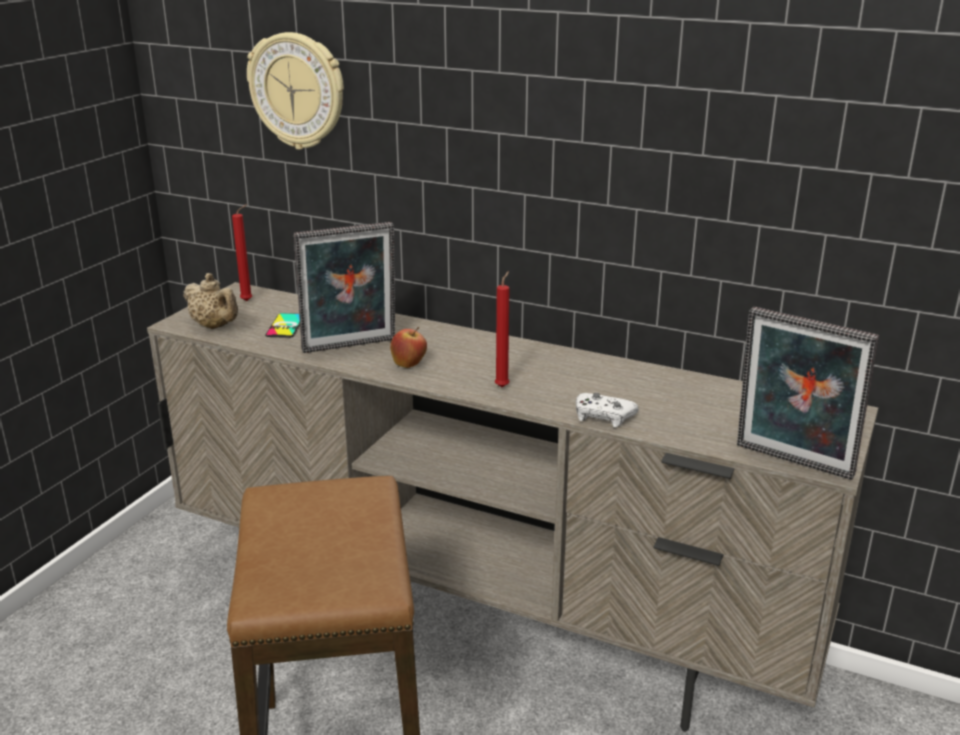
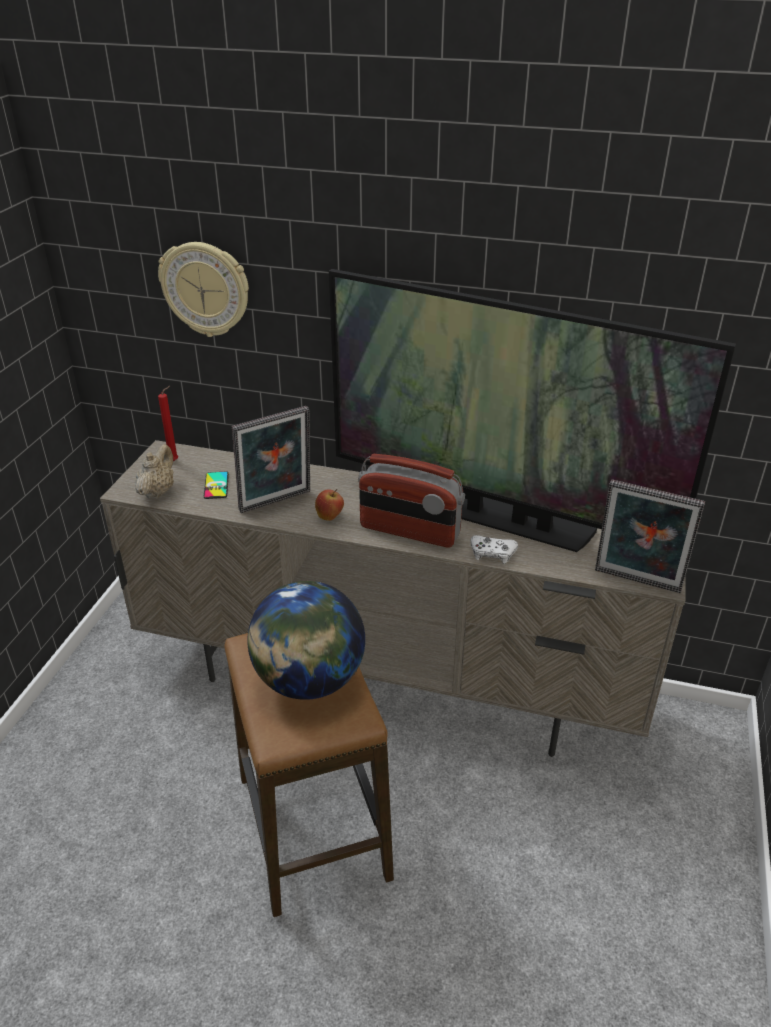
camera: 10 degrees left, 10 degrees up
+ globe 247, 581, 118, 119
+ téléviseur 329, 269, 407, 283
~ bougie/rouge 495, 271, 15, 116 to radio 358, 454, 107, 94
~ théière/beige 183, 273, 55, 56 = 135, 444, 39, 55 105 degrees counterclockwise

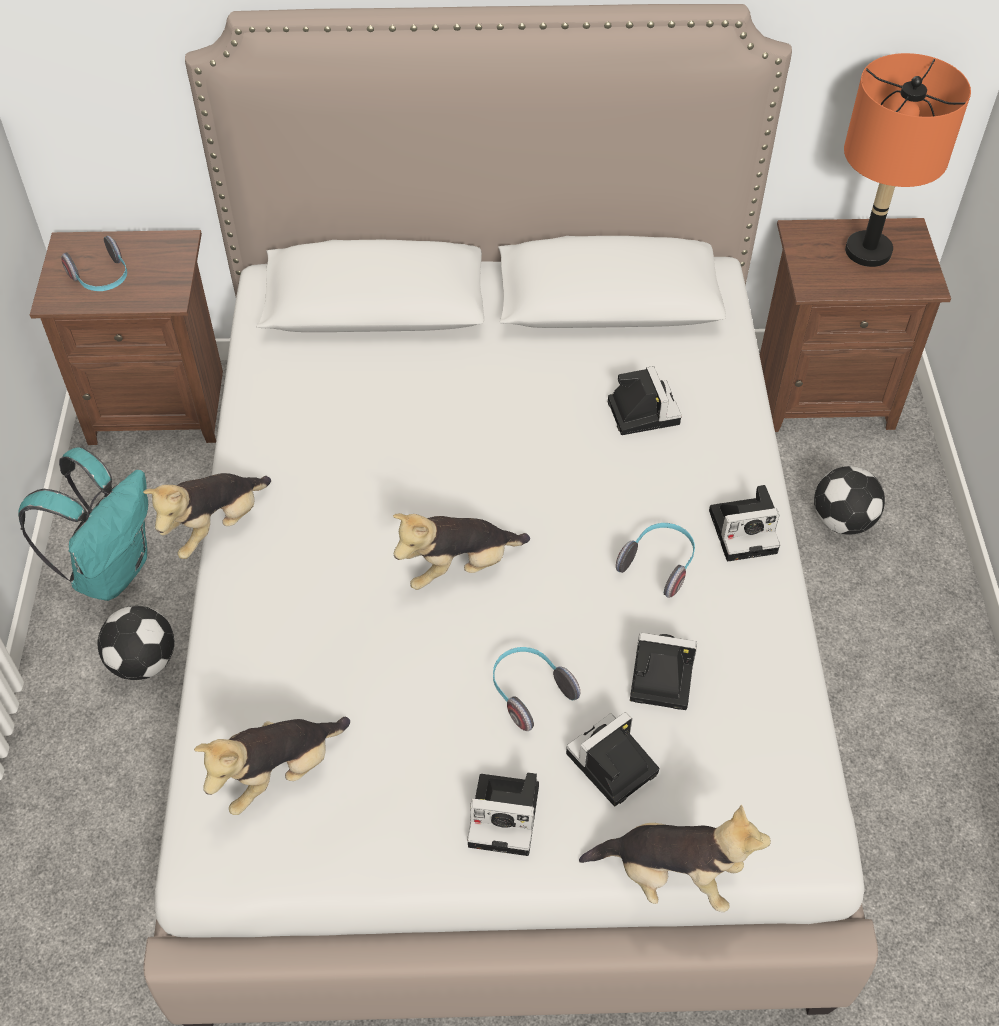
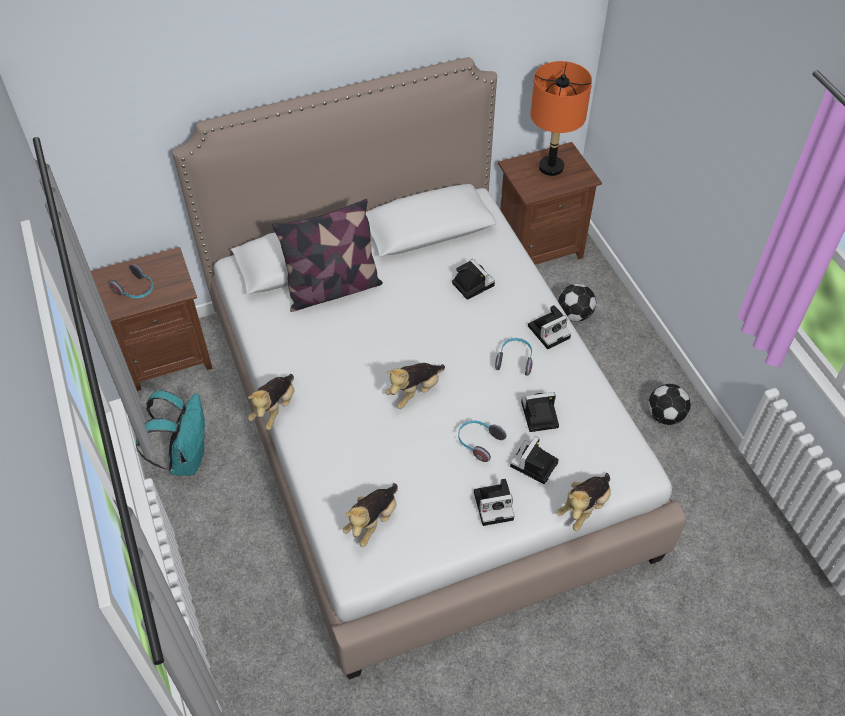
camera: 20 degrees left, 0 degrees up
+ coussin 272, 199, 111, 113
~ ballon de foot 97, 606, 78, 74 to 648, 384, 43, 41
~ peluche 579, 805, 192, 107 = 556, 473, 55, 58 135 degrees clockwise

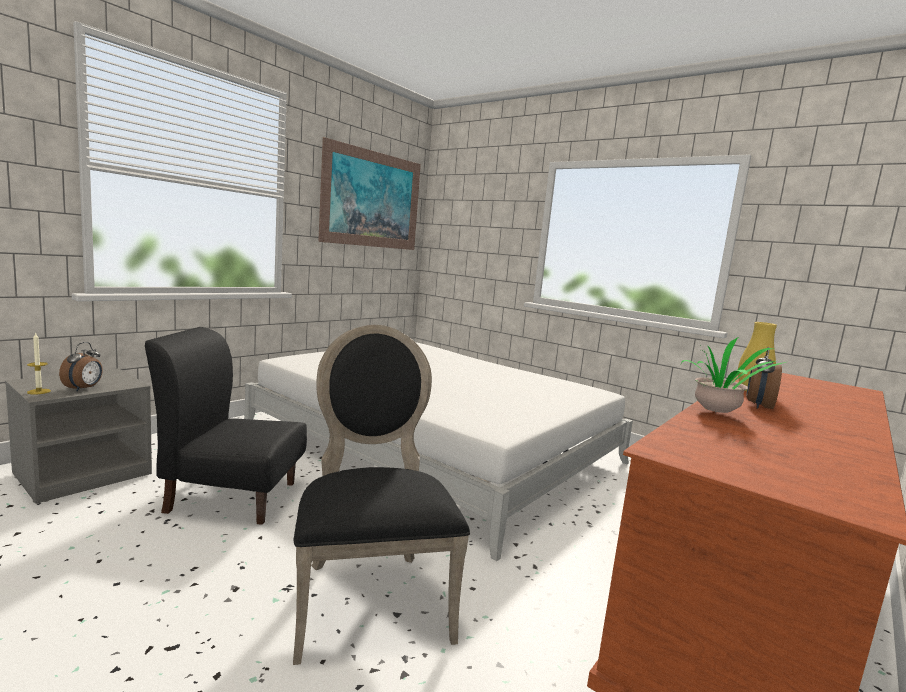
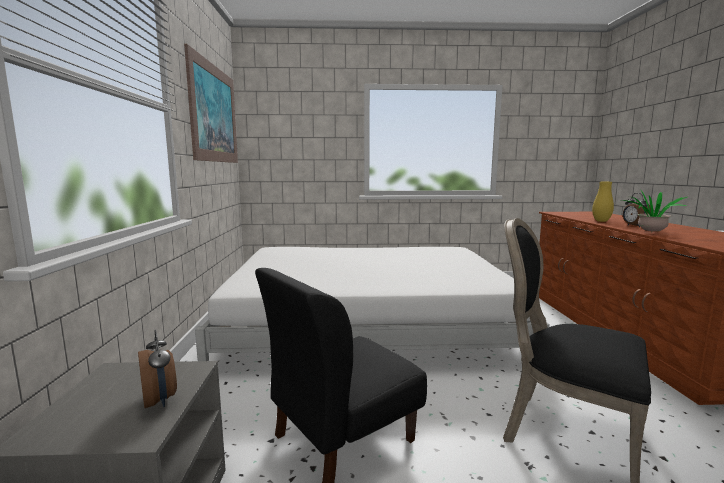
camera: 40 degrees left, 0 degrees up
- bougie 27, 332, 24, 62

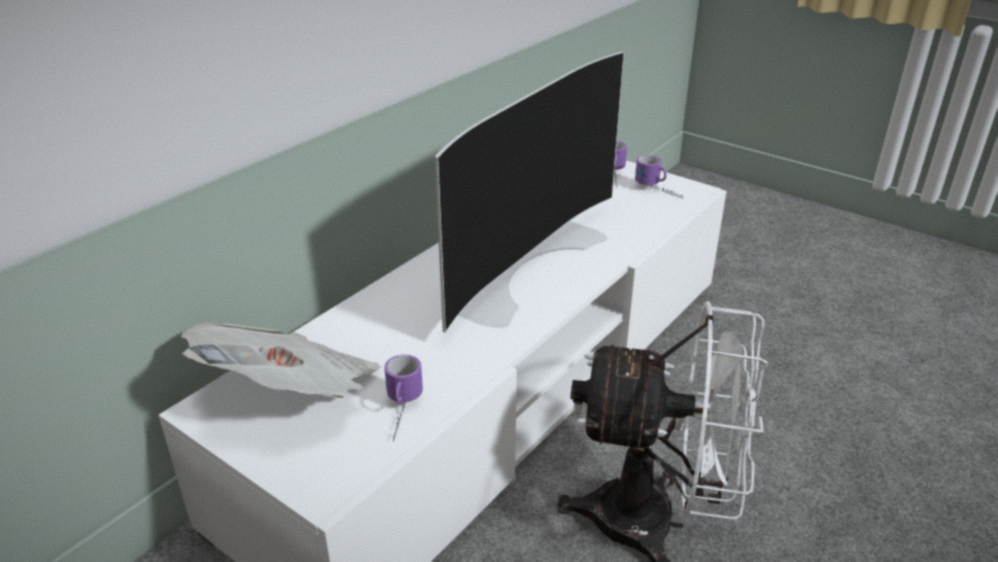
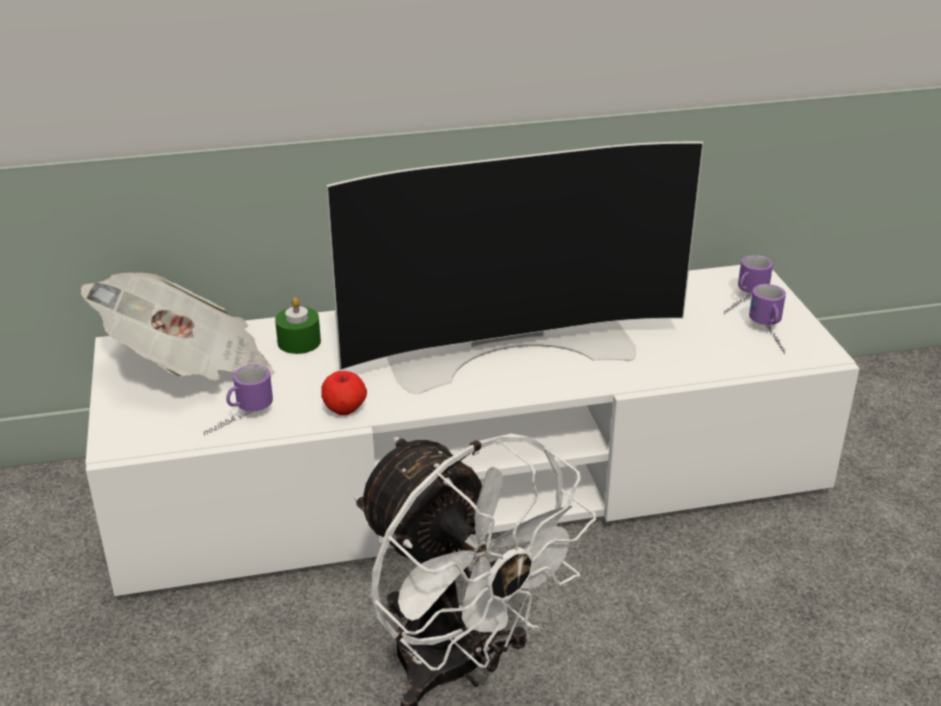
camera: 40 degrees right, 0 degrees up
+ bougie/vert 275, 297, 46, 57
+ pomme 322, 371, 45, 44

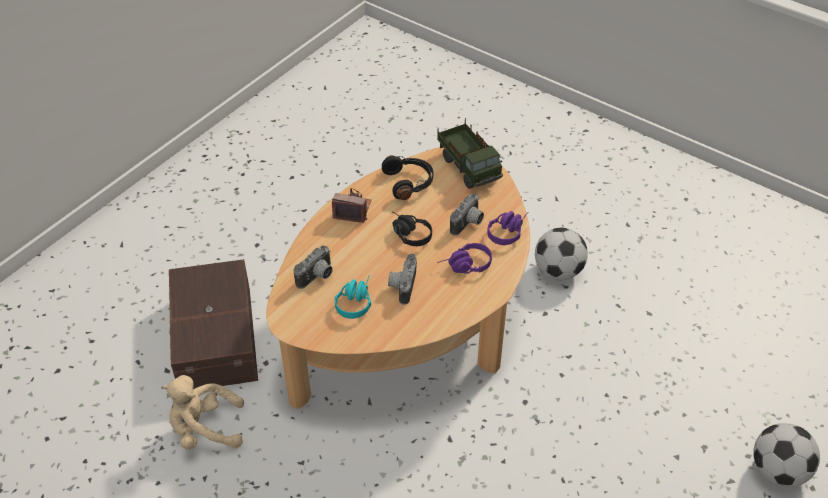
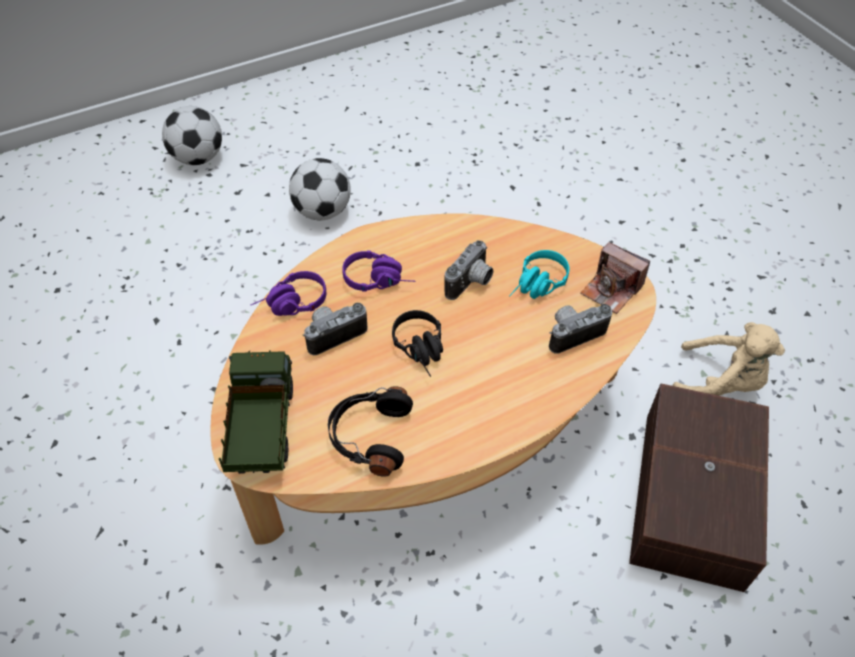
camera: 155 degrees left, 5 degrees up
~ appareil photo 332, 188, 40, 35 to 580, 242, 70, 72
~ ballon de foot 535, 228, 53, 52 to 289, 158, 62, 63

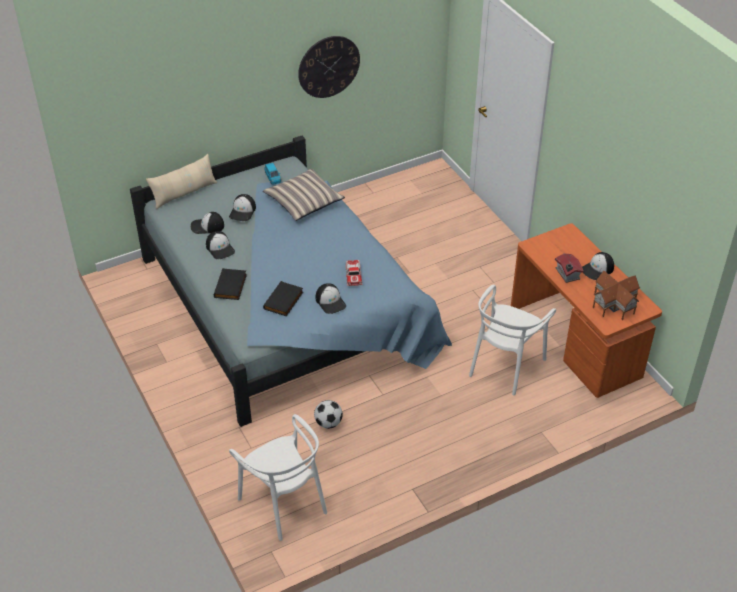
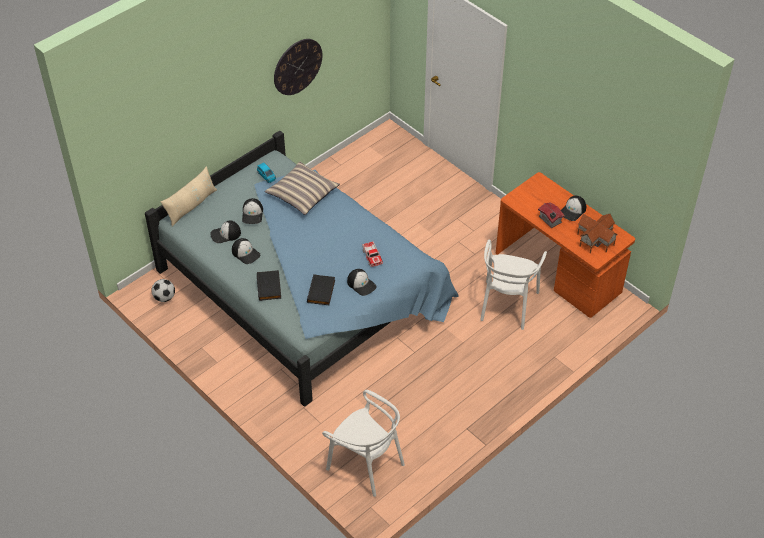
camera: 15 degrees left, 5 degrees up
~ ballon de foot 314, 400, 29, 29 to 152, 279, 23, 23

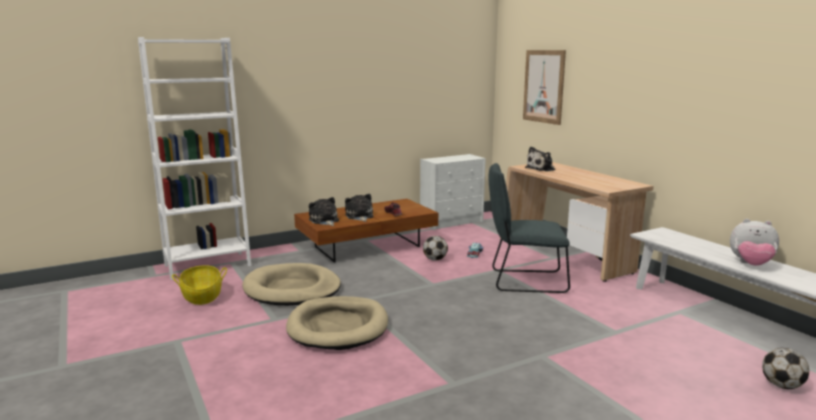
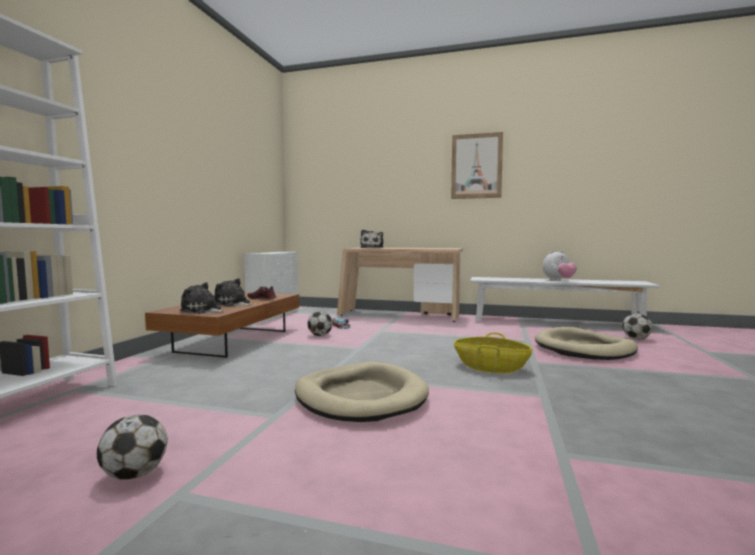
camera: 45 degrees left, 10 degrees down
- chaise/gris 489, 163, 81, 130
+ ballon de foot 97, 414, 71, 66
~ panier 172, 265, 55, 40 to 454, 332, 78, 42
~ panier pour chien/beige 242, 263, 99, 43 to 535, 327, 103, 33
~ tableau 523, 50, 43, 75 to 451, 132, 52, 67

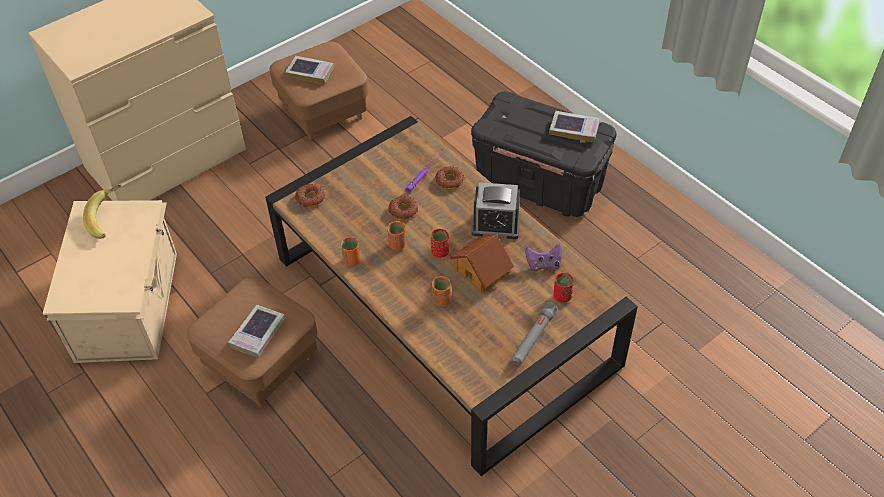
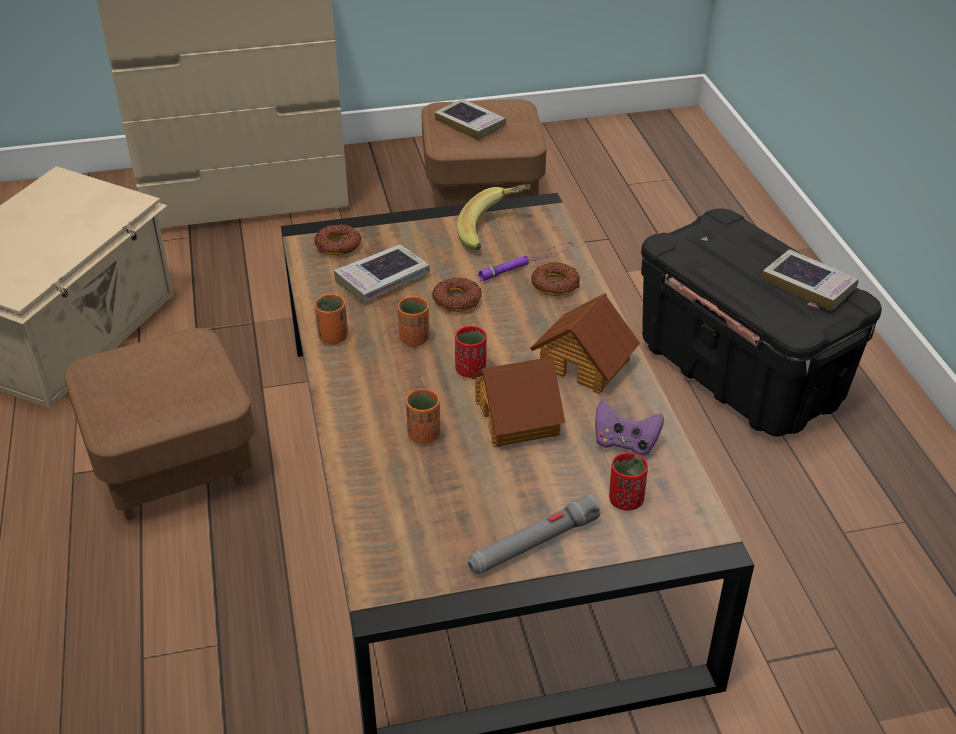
camera: 25 degrees right, 10 degrees down
~ banane 83, 184, 39, 55 to 457, 184, 74, 66
~ livre 228, 305, 57, 52 to 334, 245, 96, 57
~ réveil 471, 182, 50, 57 to maison miniature 530, 293, 110, 101

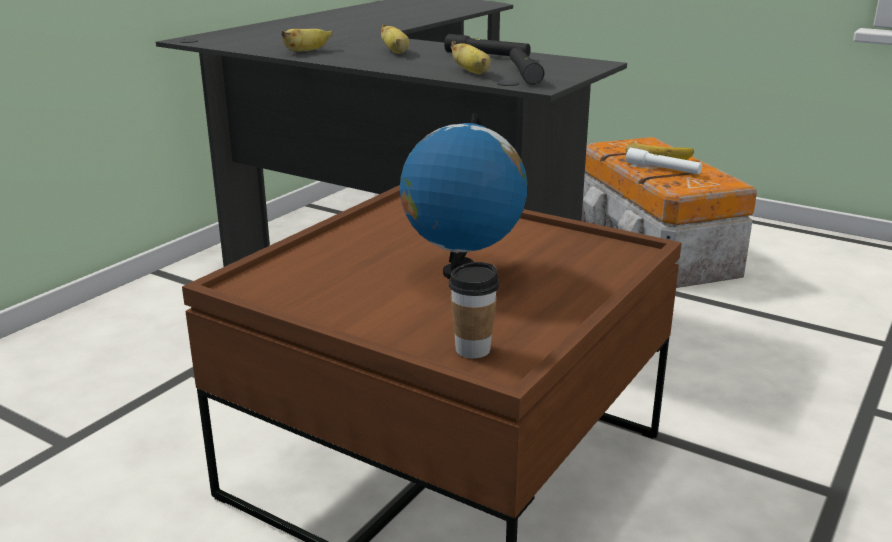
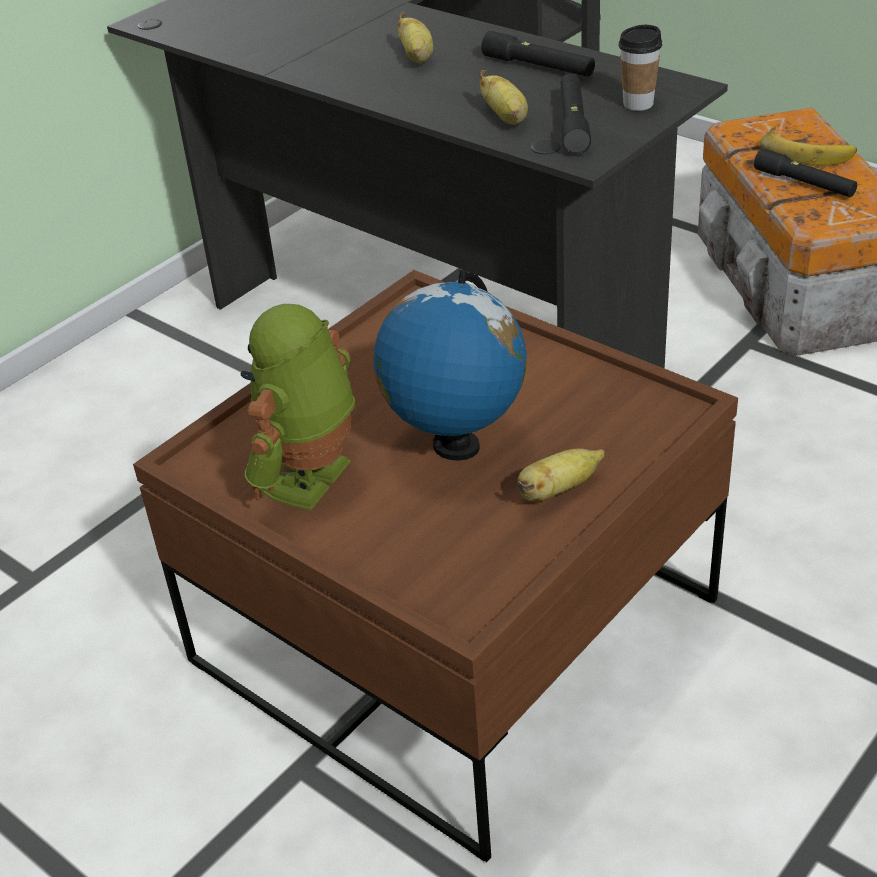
camera: 10 degrees right, 15 degrees up
+ robot jouet 240, 304, 115, 206
~ banane 281, 29, 51, 22 to 517, 448, 88, 53
~ tasse 449, 262, 50, 96 to 619, 25, 43, 86
~ lampe de poche/blanc 626, 148, 76, 26 to lampe de poche/noir 754, 148, 103, 49

